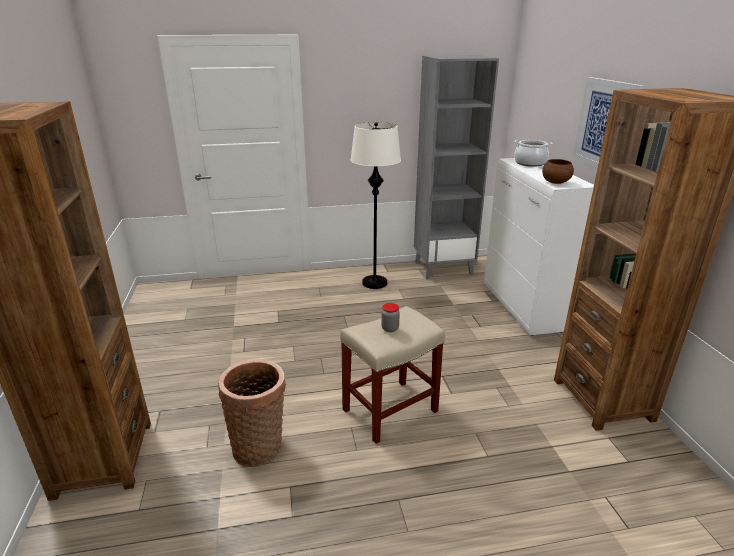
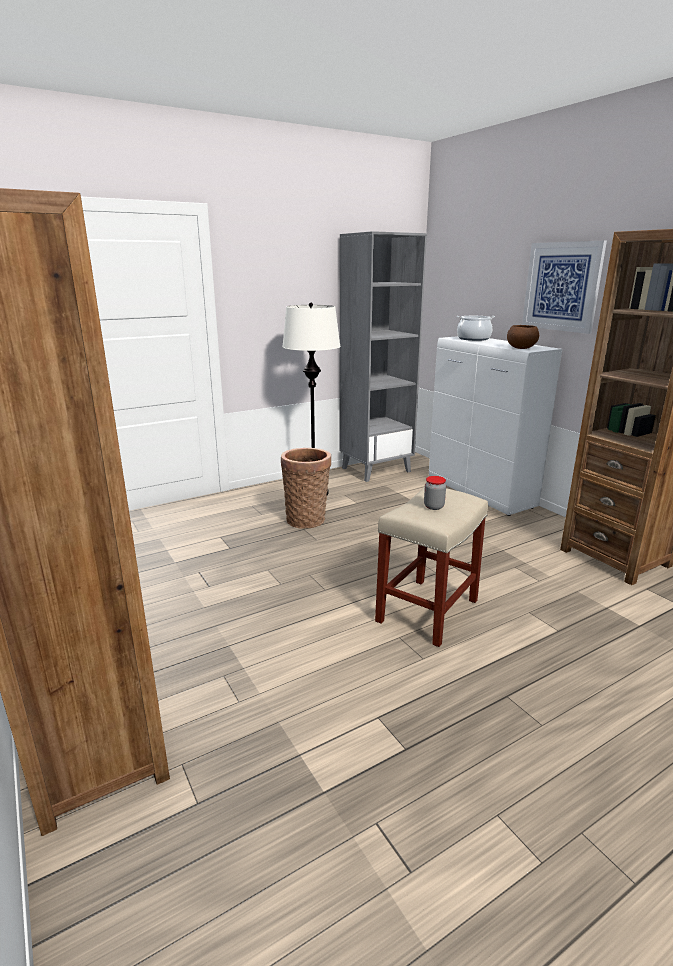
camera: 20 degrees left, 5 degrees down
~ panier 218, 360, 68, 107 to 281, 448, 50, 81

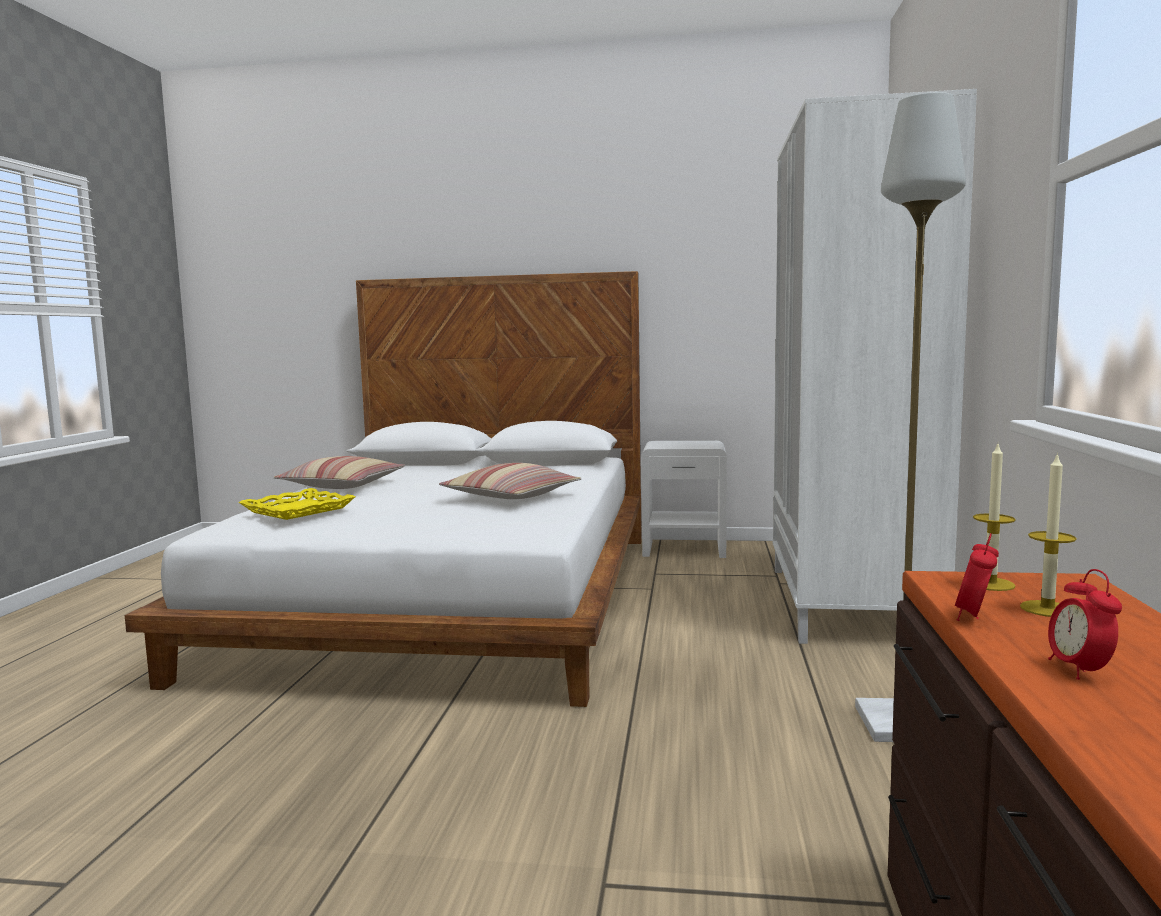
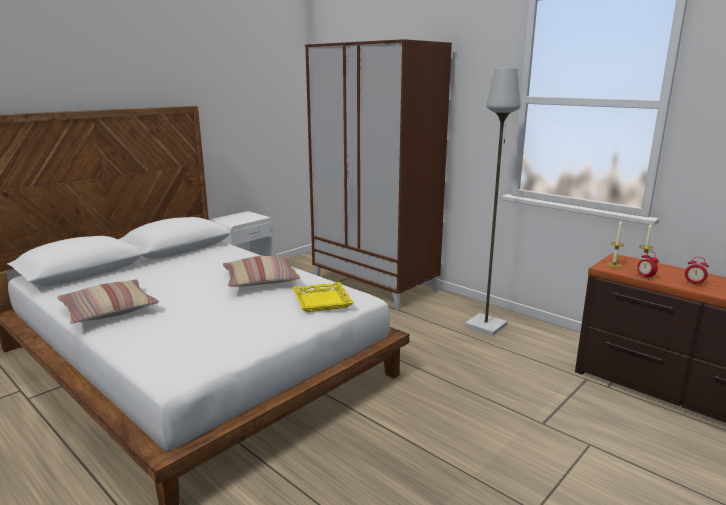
camera: 55 degrees left, 10 degrees up
~ plateau/jaune 239, 488, 116, 32 to 292, 282, 62, 30
~ armoire/blanc 772, 89, 205, 555 to armoire/marron 305, 39, 147, 271

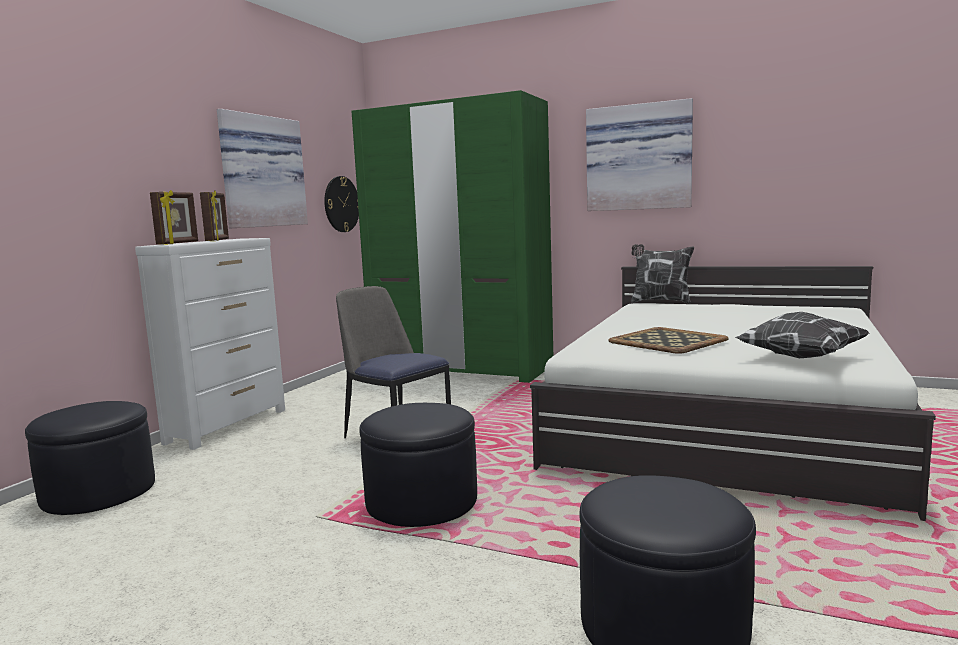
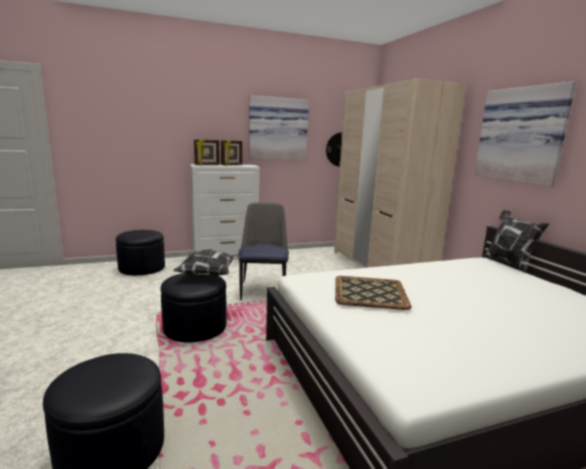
camera: 45 degrees right, 5 degrees up
~ coussin 735, 312, 135, 46 to 173, 249, 68, 27
~ armoire/vert 351, 90, 202, 293 to armoire/beige 334, 79, 132, 189

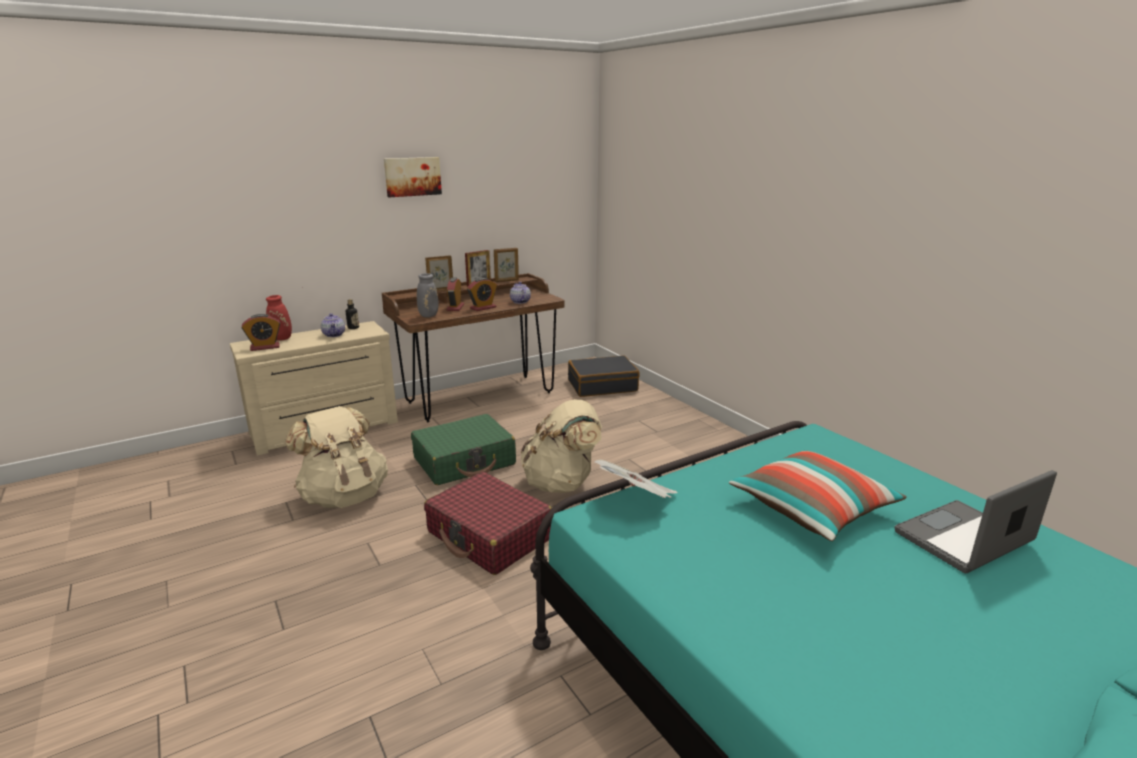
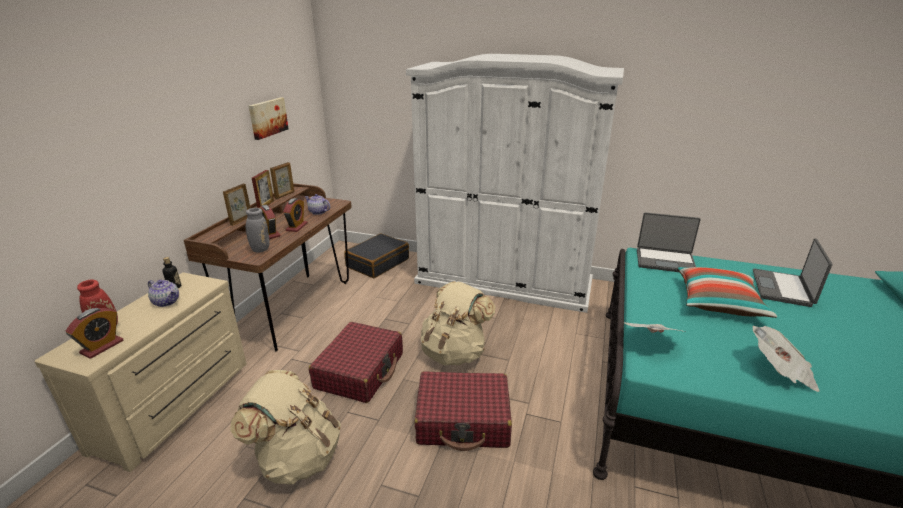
camera: 40 degrees left, 5 degrees up
+ armoire/blanc 406, 54, 218, 259
+ ordinateur portable 637, 212, 63, 60
+ journal 753, 326, 67, 66
~ tableau 384, 157, 58, 40 to 249, 98, 40, 42
~ valise/vert 411, 414, 105, 71 to valise/rouge 309, 322, 94, 81

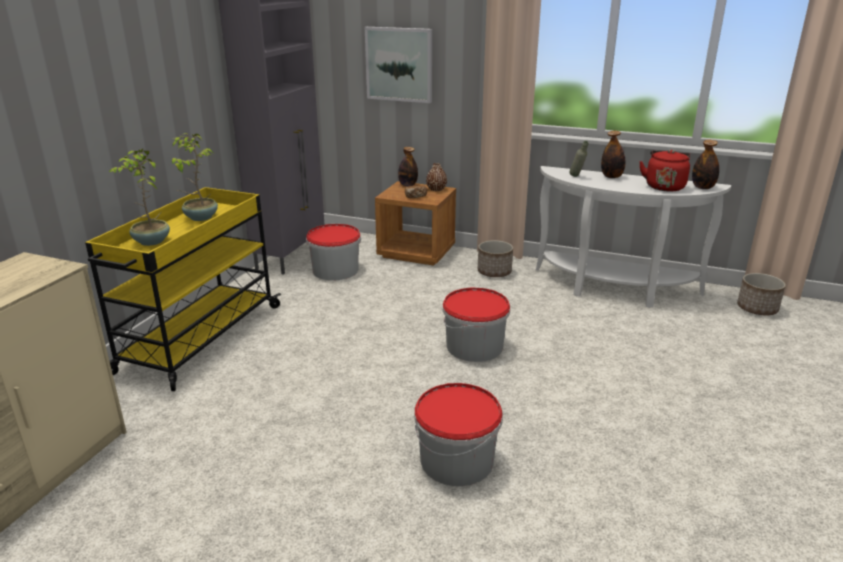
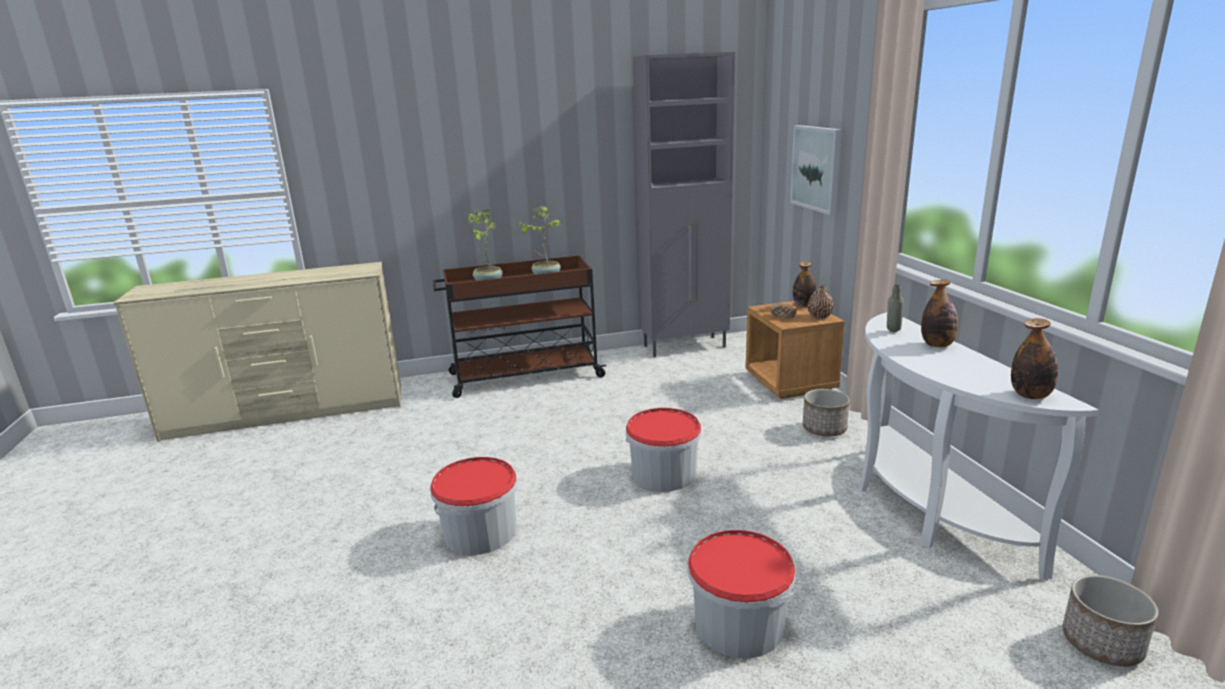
camera: 55 degrees right, 5 degrees down
- bouilloire/rouge 639, 150, 51, 41
~ seau 306, 224, 55, 56 to 688, 530, 107, 128
~ chariot/jaune 85, 187, 196, 204 to chariot/marron 433, 256, 174, 142

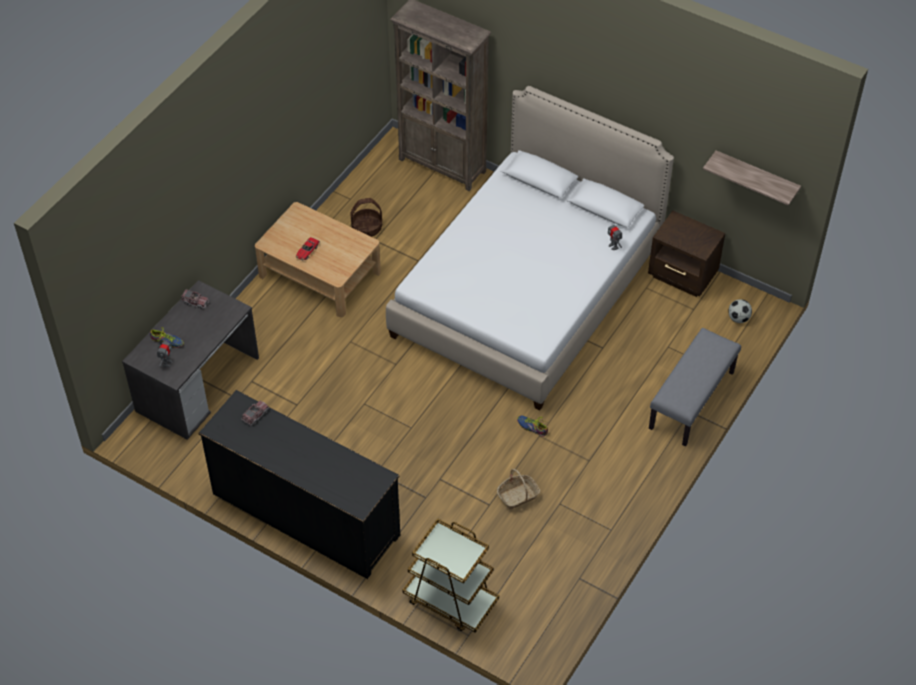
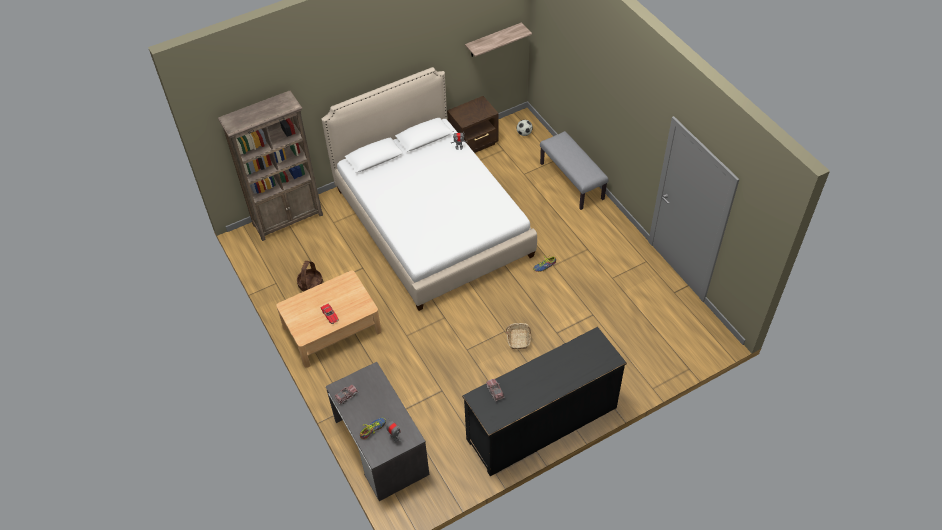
camera: 60 degrees left, 0 degrees up
- chariot/marron 403, 518, 96, 115
~ panier 497, 469, 43, 40 to 506, 323, 25, 26

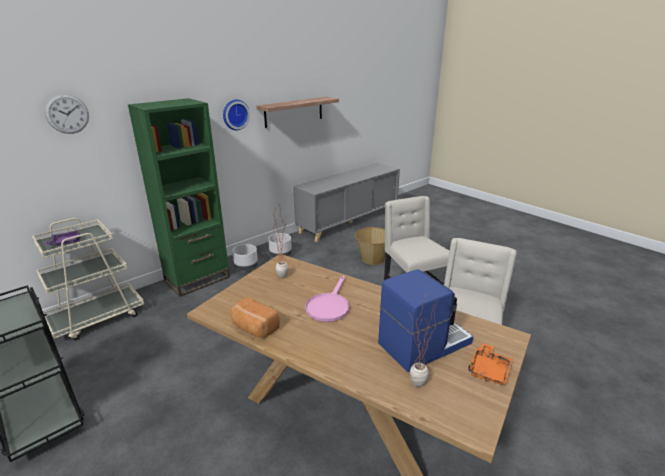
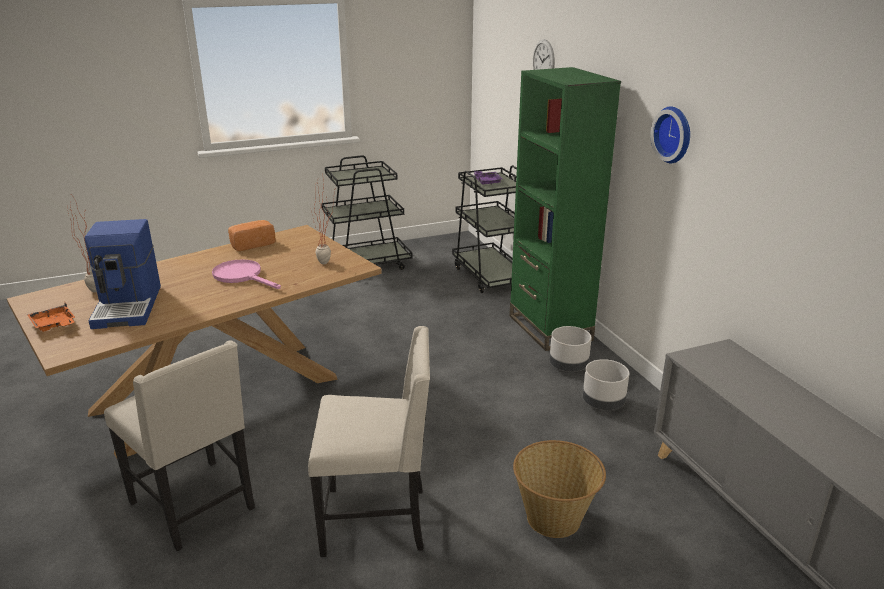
camera: 110 degrees right, 0 degrees up
- étagère 256, 97, 83, 31
~ chariot/beige 32, 218, 112, 122 to chariot/noir 452, 165, 65, 128

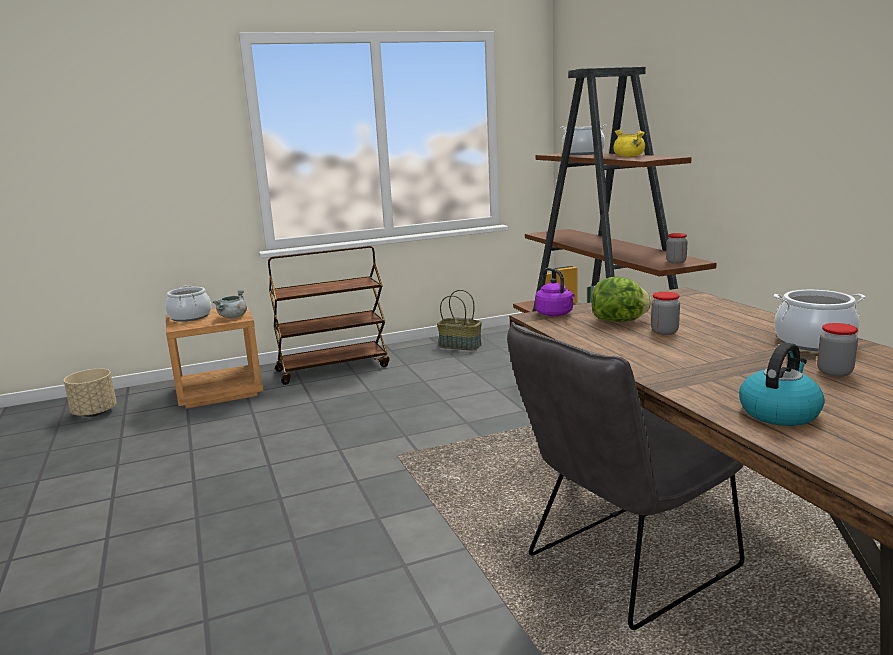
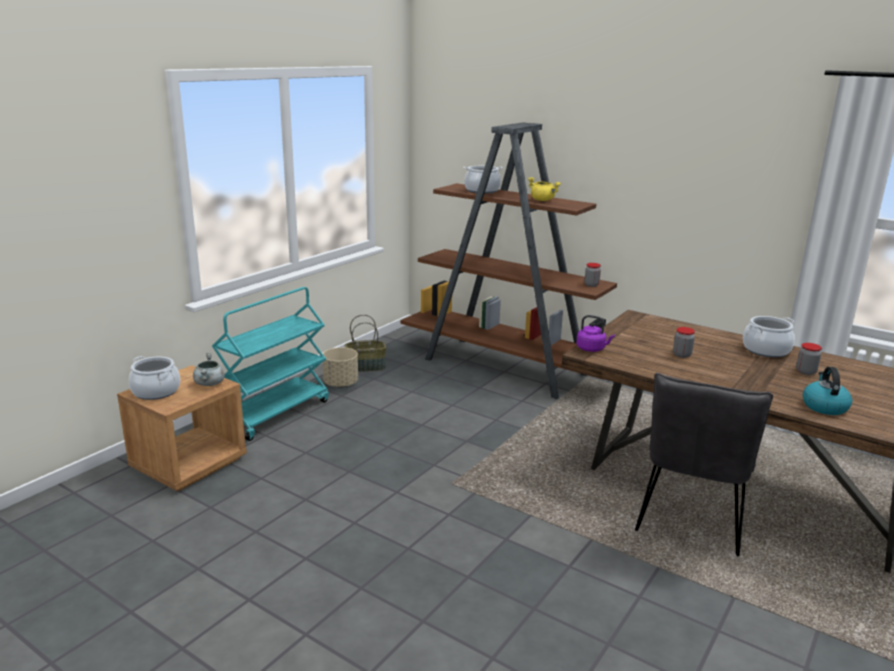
camera: 35 degrees left, 5 degrees up
- laitue 592, 277, 59, 45
~ cache-pot/beige 64, 369, 53, 48 to 323, 347, 35, 40
~ chariot/marron 268, 246, 121, 139 to chariot/turquoise 212, 287, 117, 154

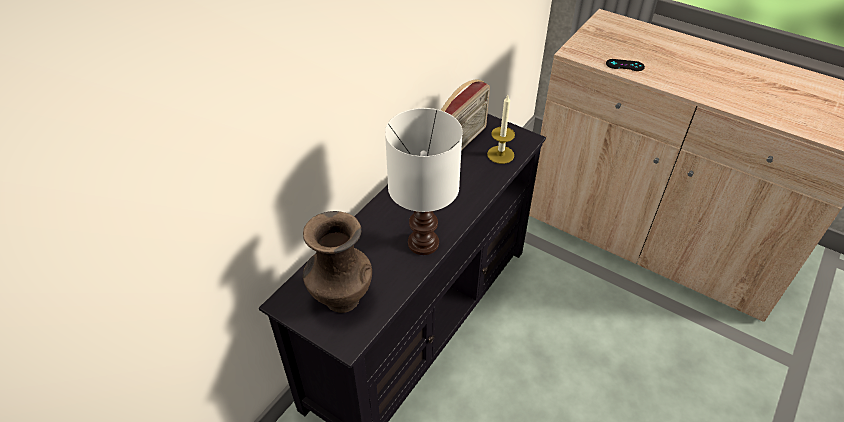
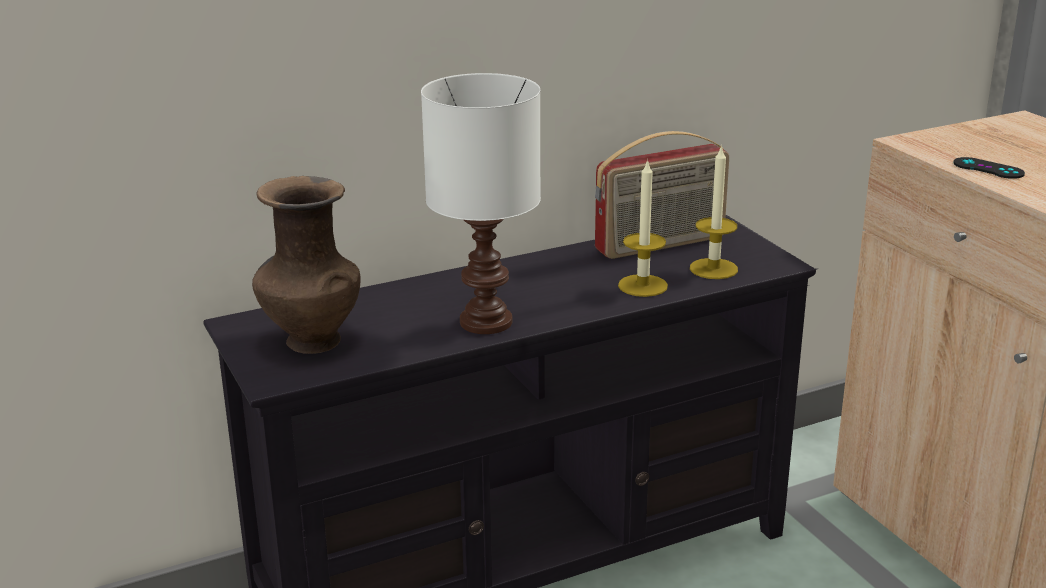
camera: 30 degrees right, 20 degrees down
+ bougie 618, 159, 50, 138

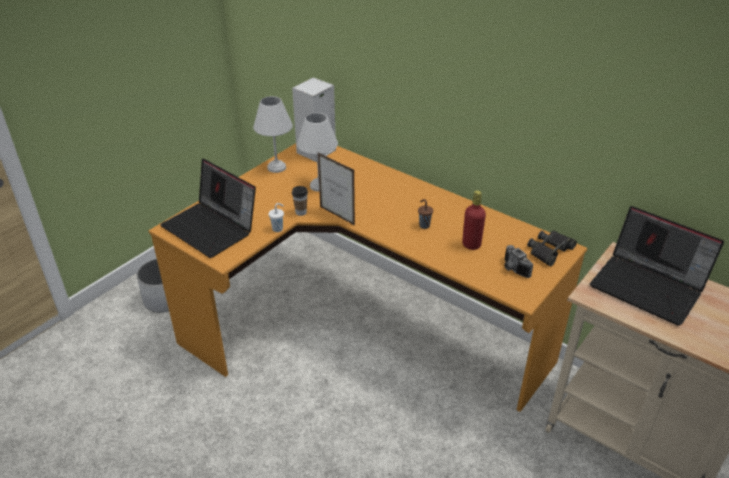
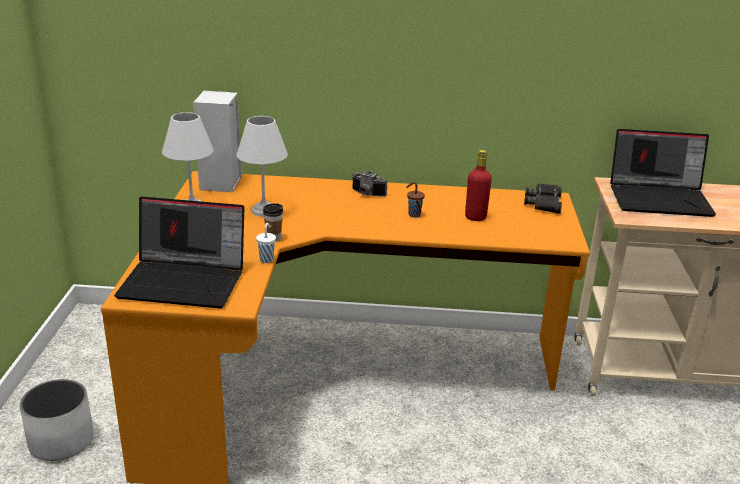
camera: 35 degrees left, 10 degrees down
- cadre photo 318, 153, 37, 73
~ appareil photo 504, 245, 29, 33 to 352, 171, 36, 25

